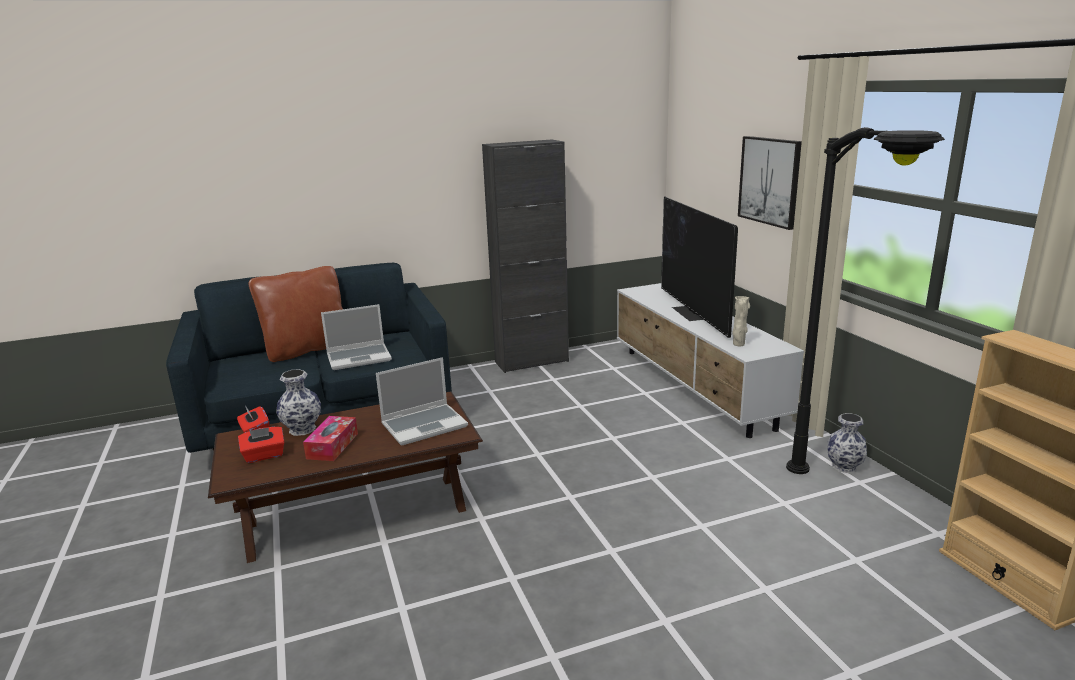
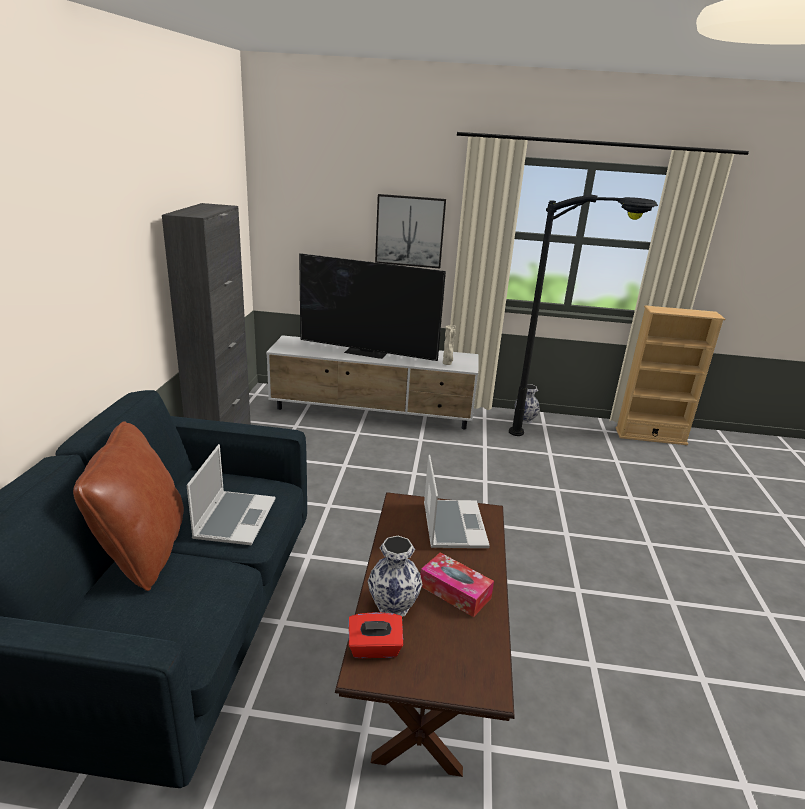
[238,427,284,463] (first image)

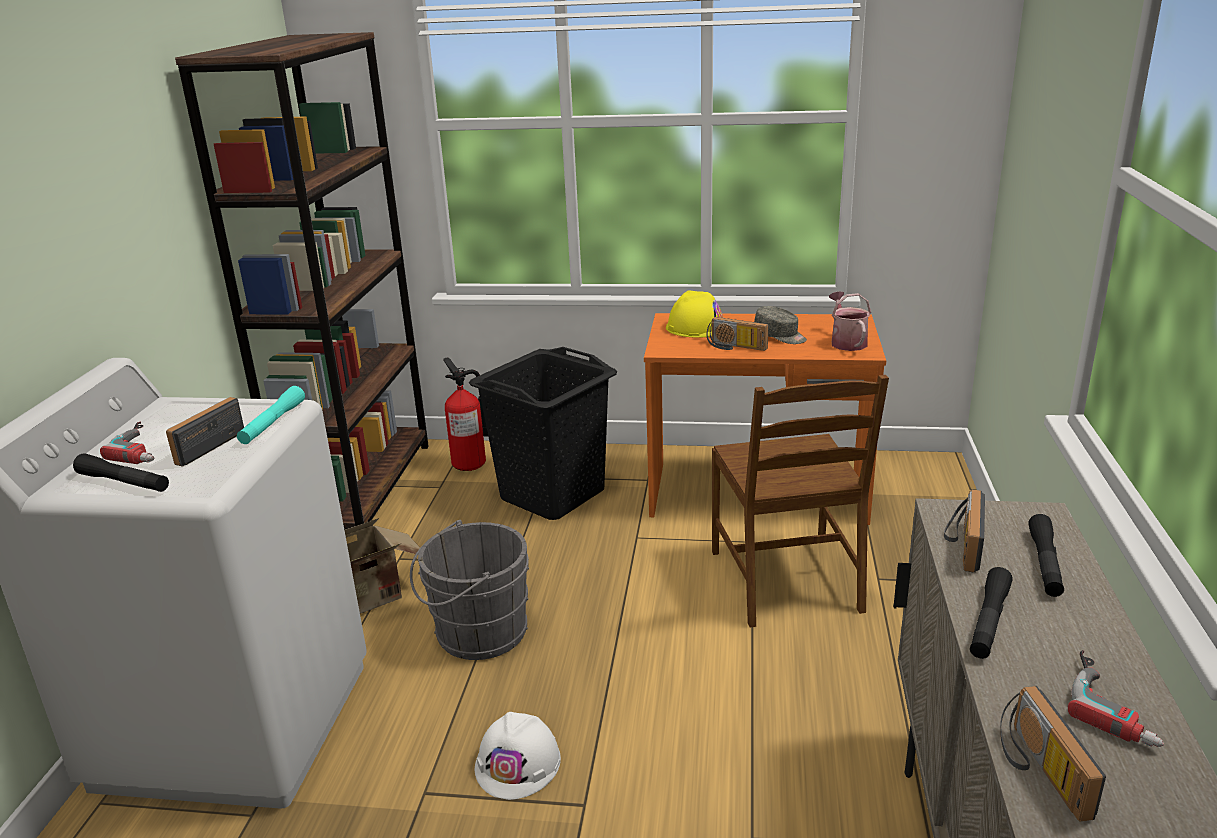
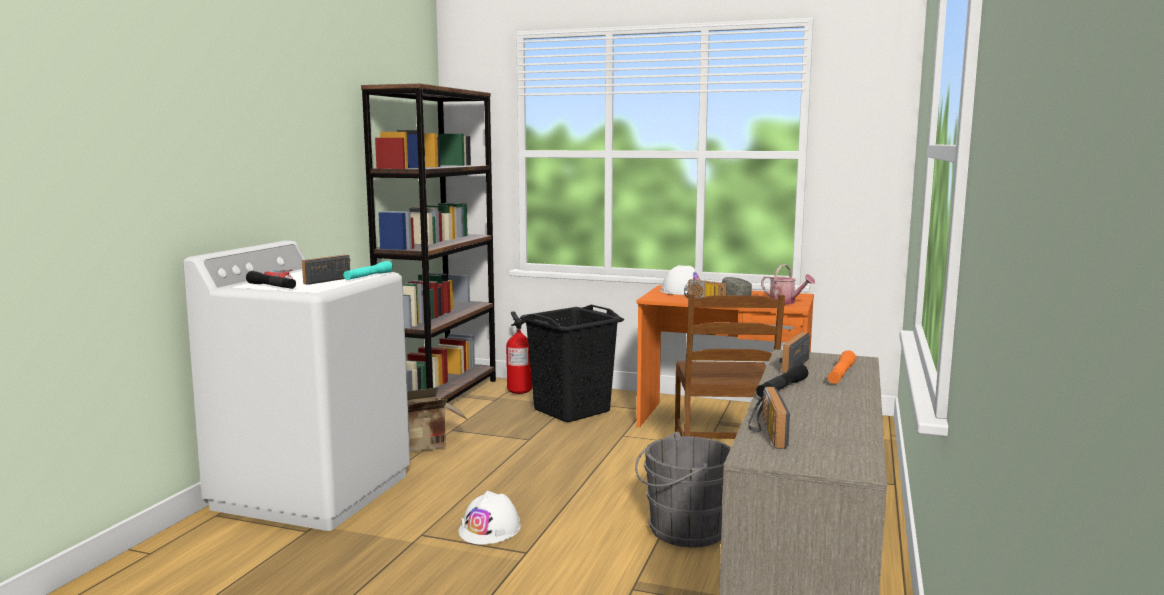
[660,265,700,295]
[761,264,815,304]
[828,350,856,384]
[635,432,731,547]
[1068,650,1164,747] (first image)

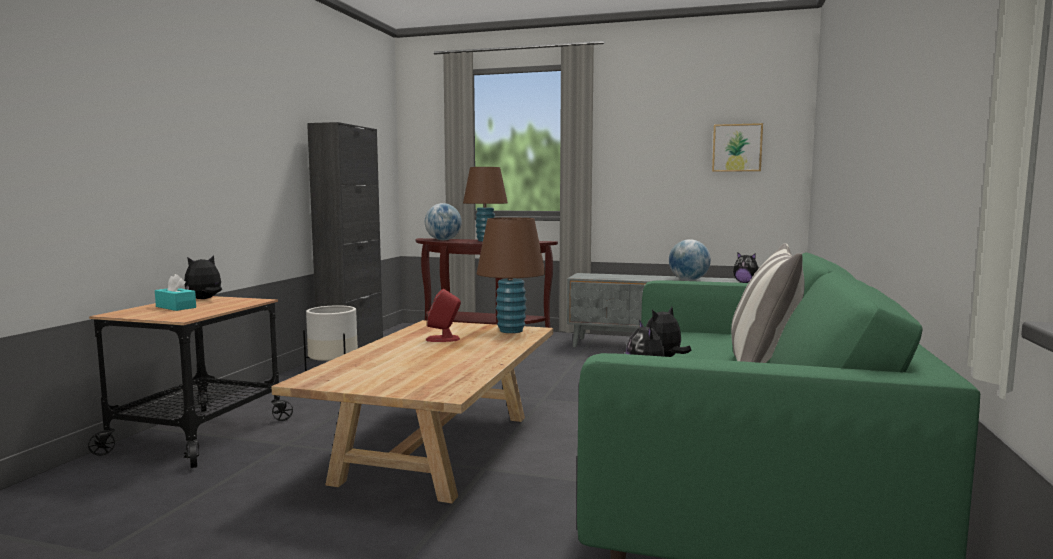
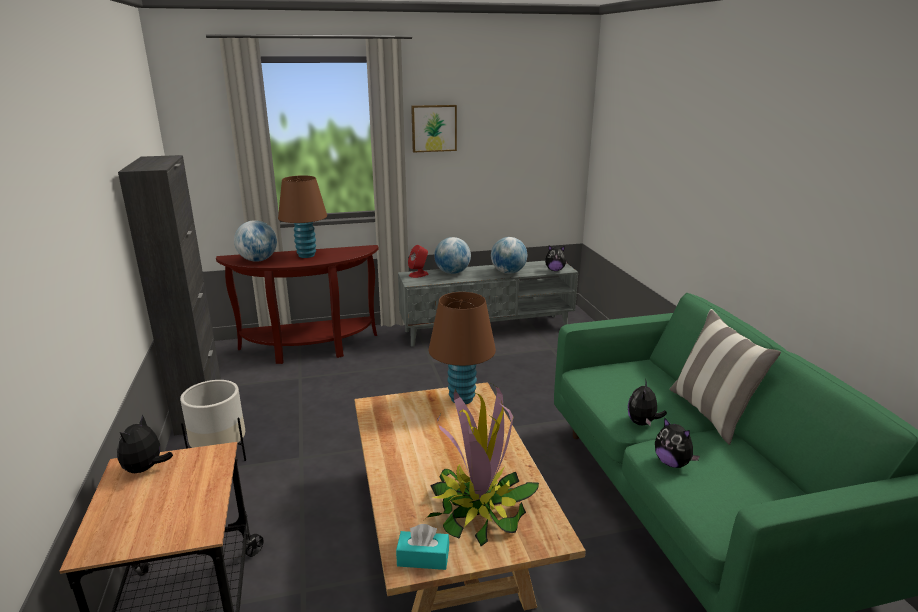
[411,105,457,152]
[396,524,449,570]
[408,245,428,278]
[434,237,471,274]
[424,384,539,546]

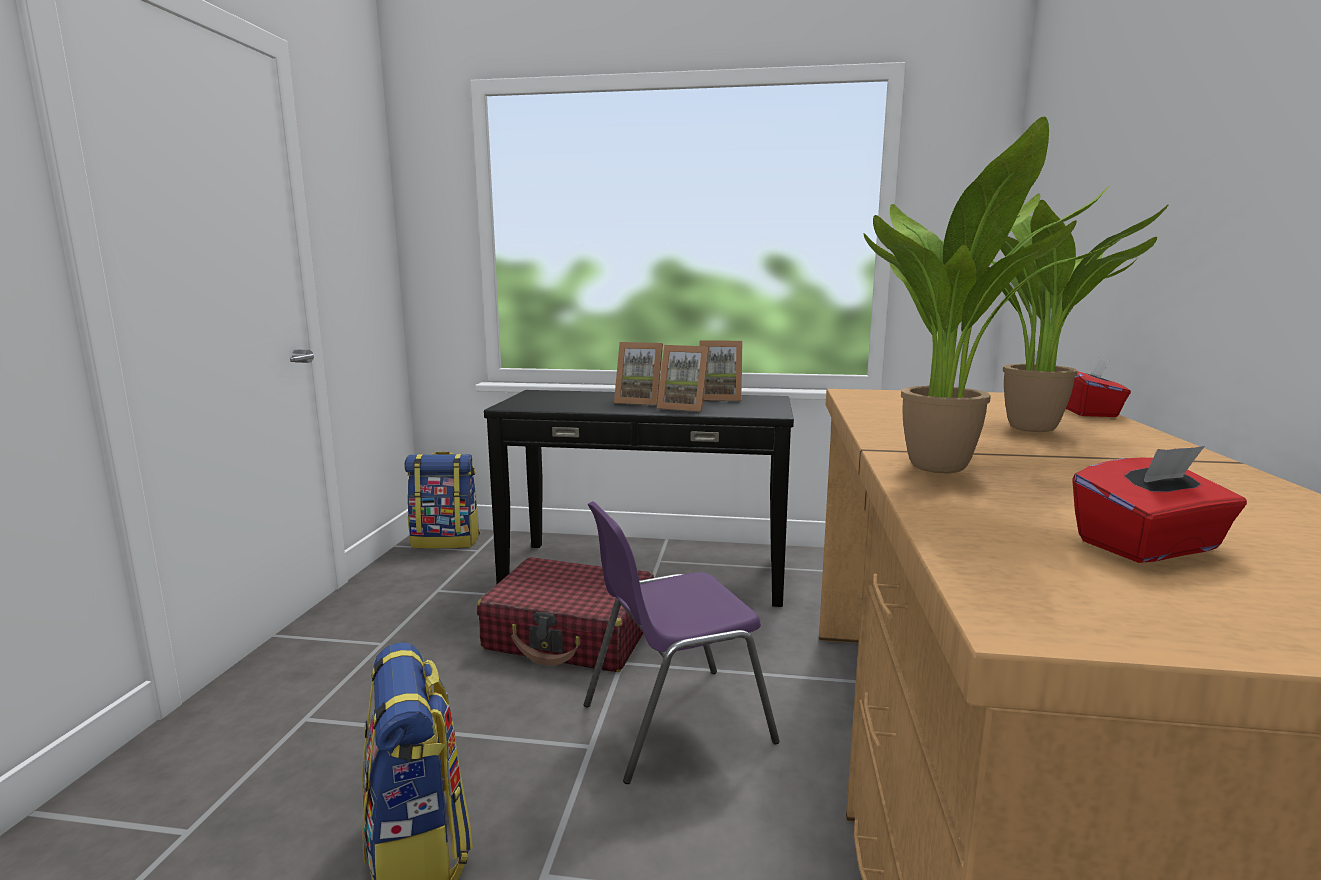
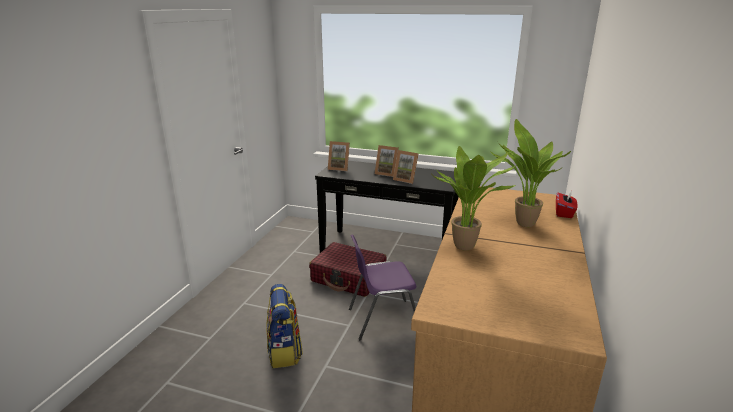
[328,141,350,171]
[1072,446,1247,563] (first image)
[404,452,480,549] (first image)

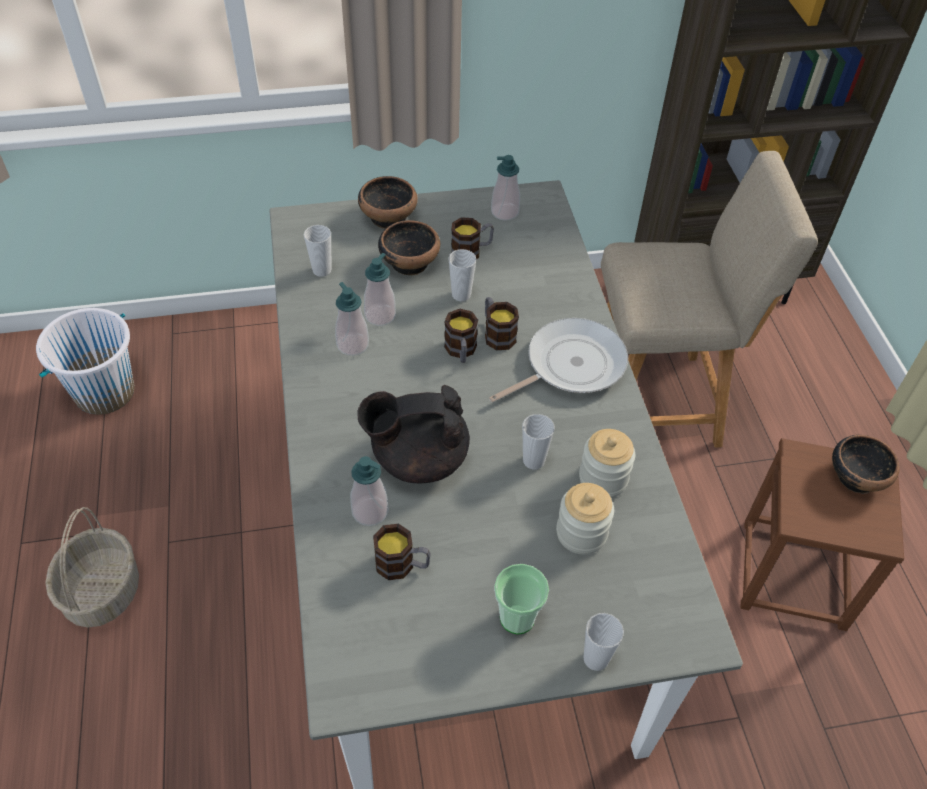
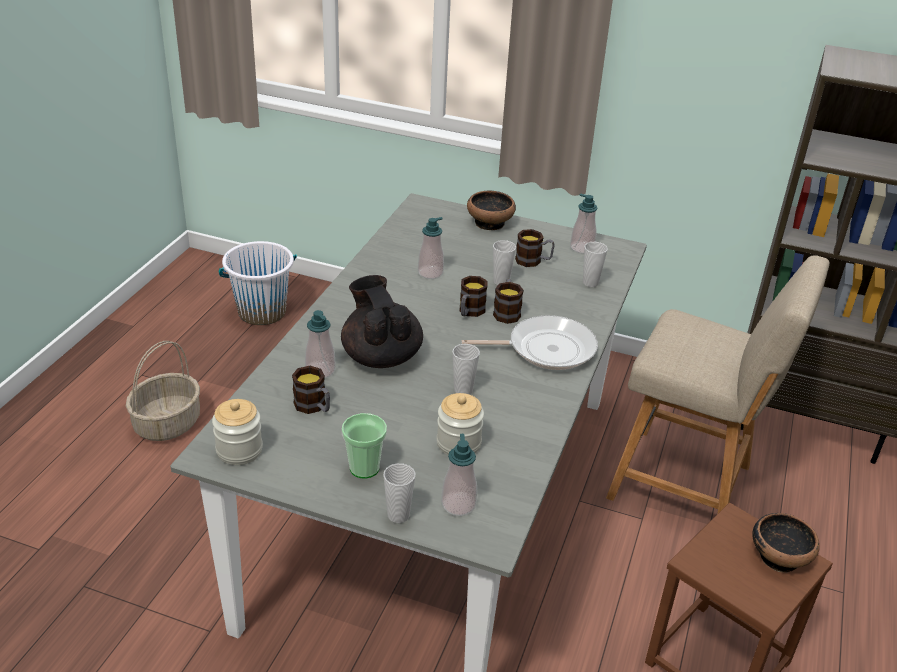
[378,220,440,276] (first image)
[583,242,608,287]
[441,434,477,516]
[341,275,423,368]
[212,399,263,465]

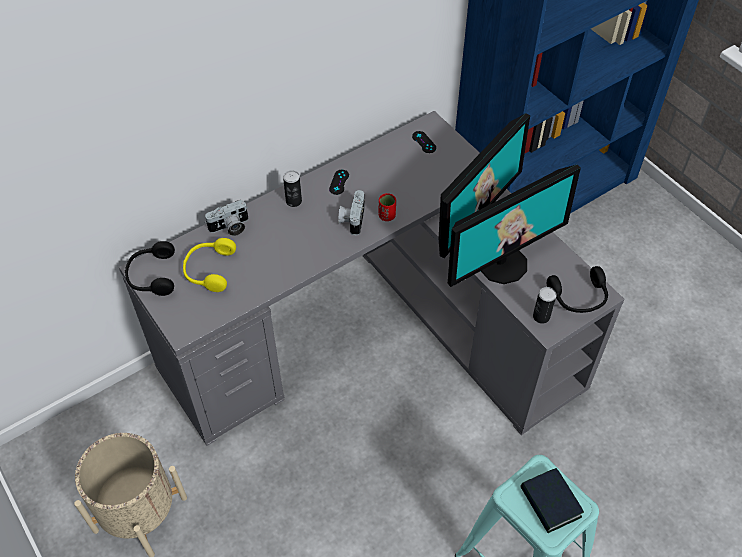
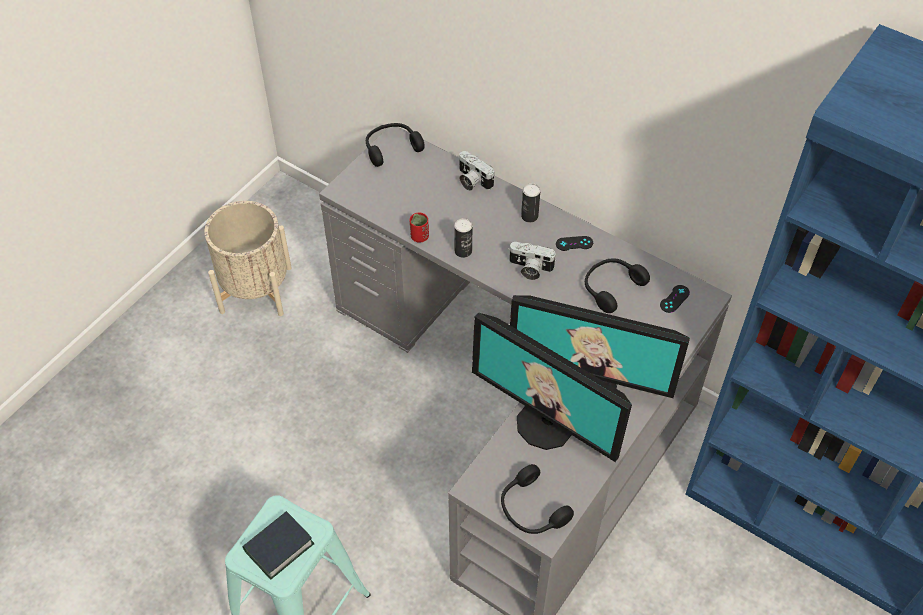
[508,242,556,280]
[410,213,429,243]
[183,238,236,292] (first image)
[454,218,472,258]
[585,258,650,313]

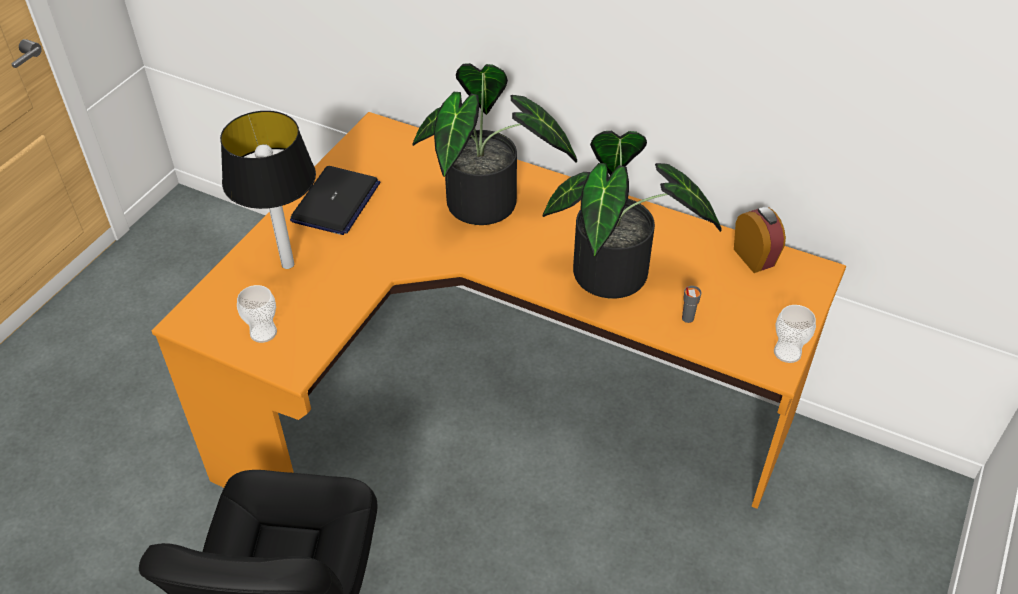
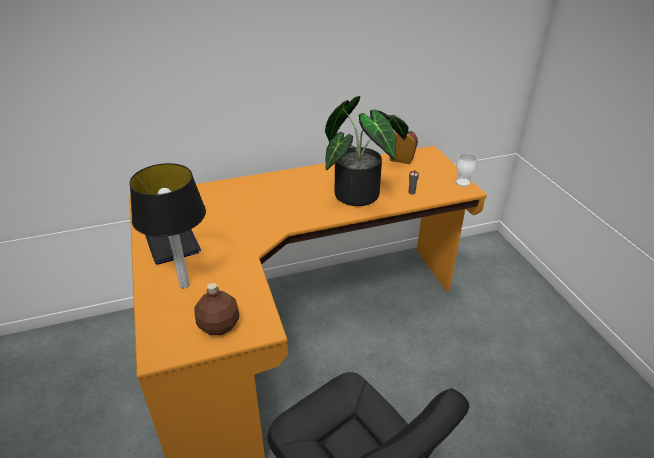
[413,63,577,225] (first image)
[194,283,240,335]

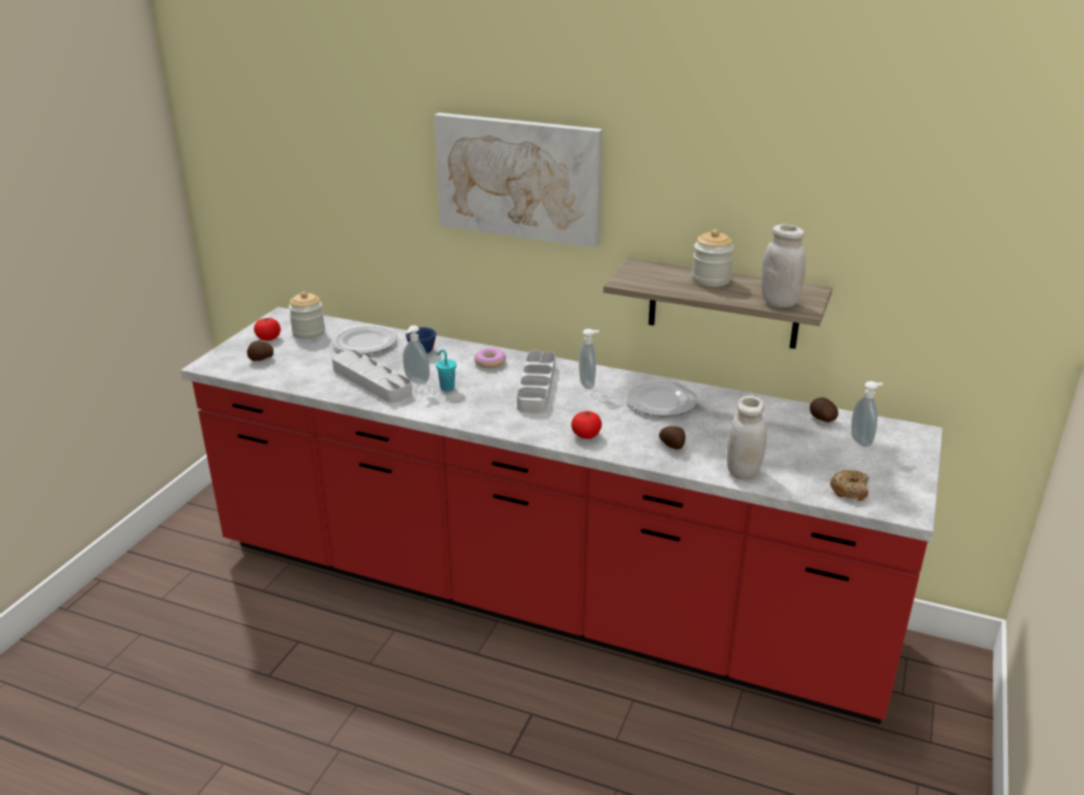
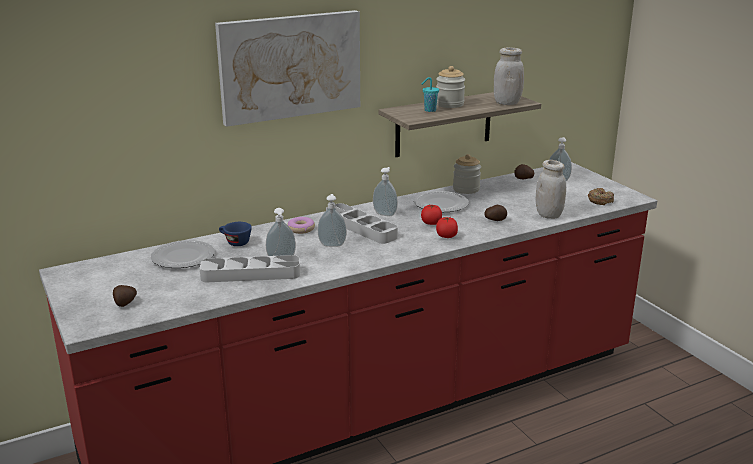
[453,154,481,194]
[421,204,442,225]
[421,77,439,112]
[318,194,347,247]

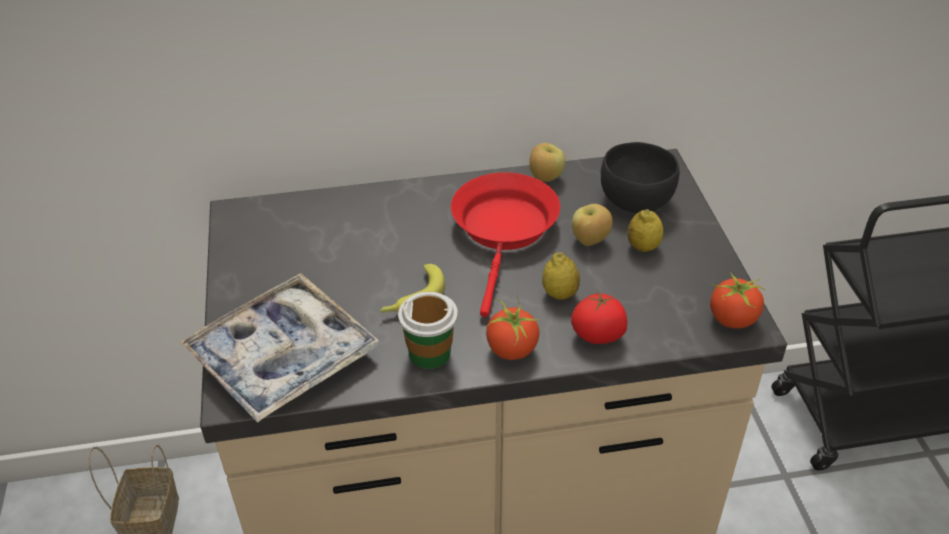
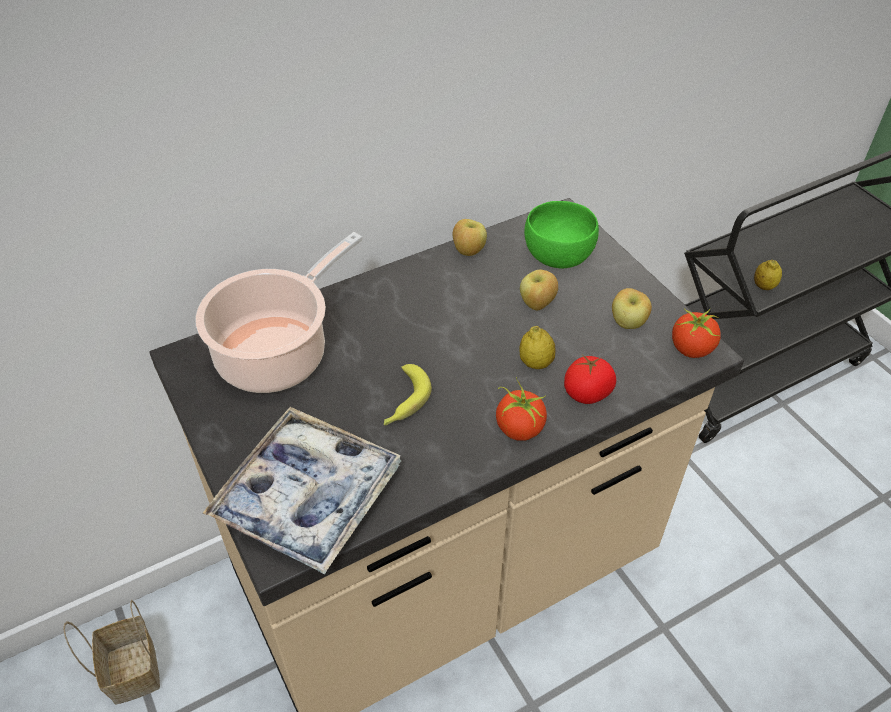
[524,201,599,269]
[451,172,560,317] (first image)
[754,260,782,290]
[398,292,458,369] (first image)
[195,232,363,393]
[612,288,652,329]

